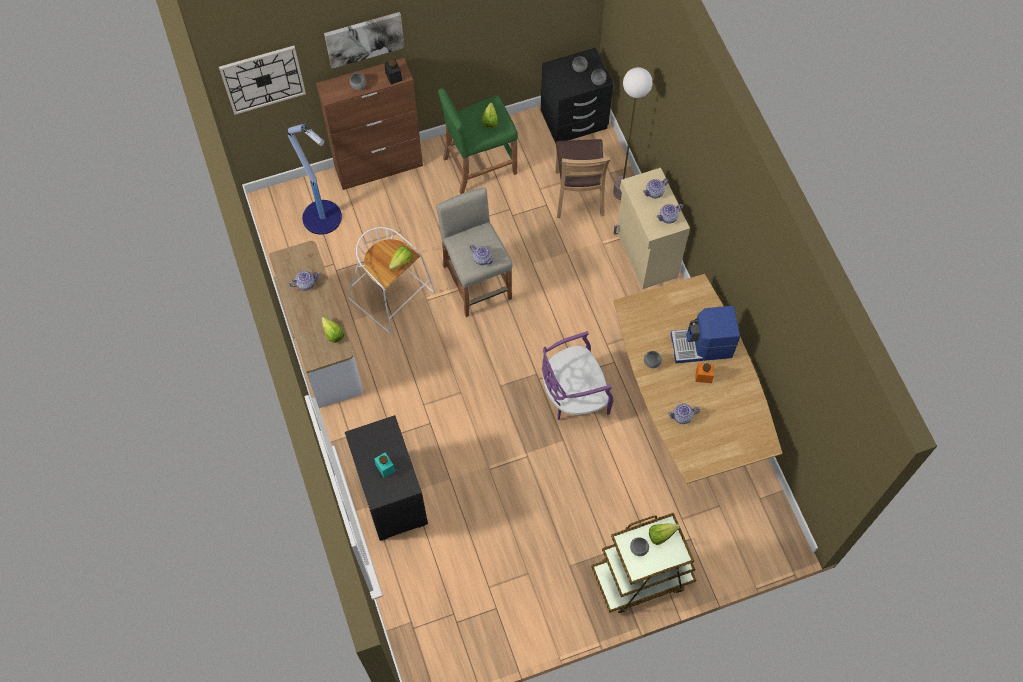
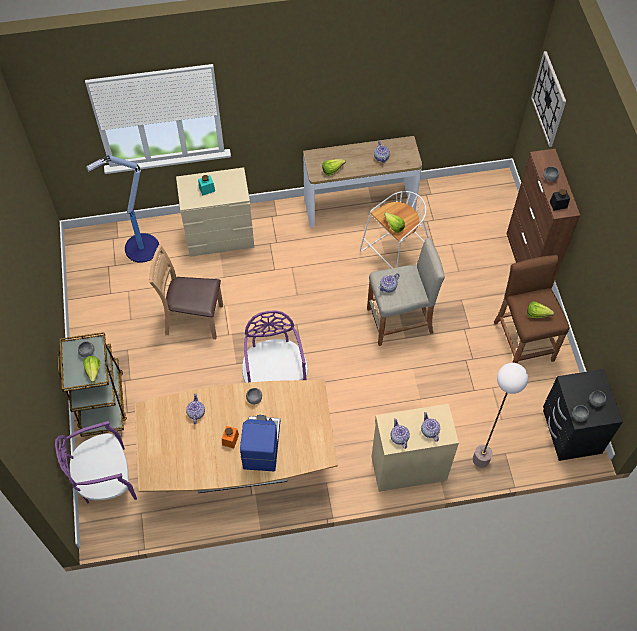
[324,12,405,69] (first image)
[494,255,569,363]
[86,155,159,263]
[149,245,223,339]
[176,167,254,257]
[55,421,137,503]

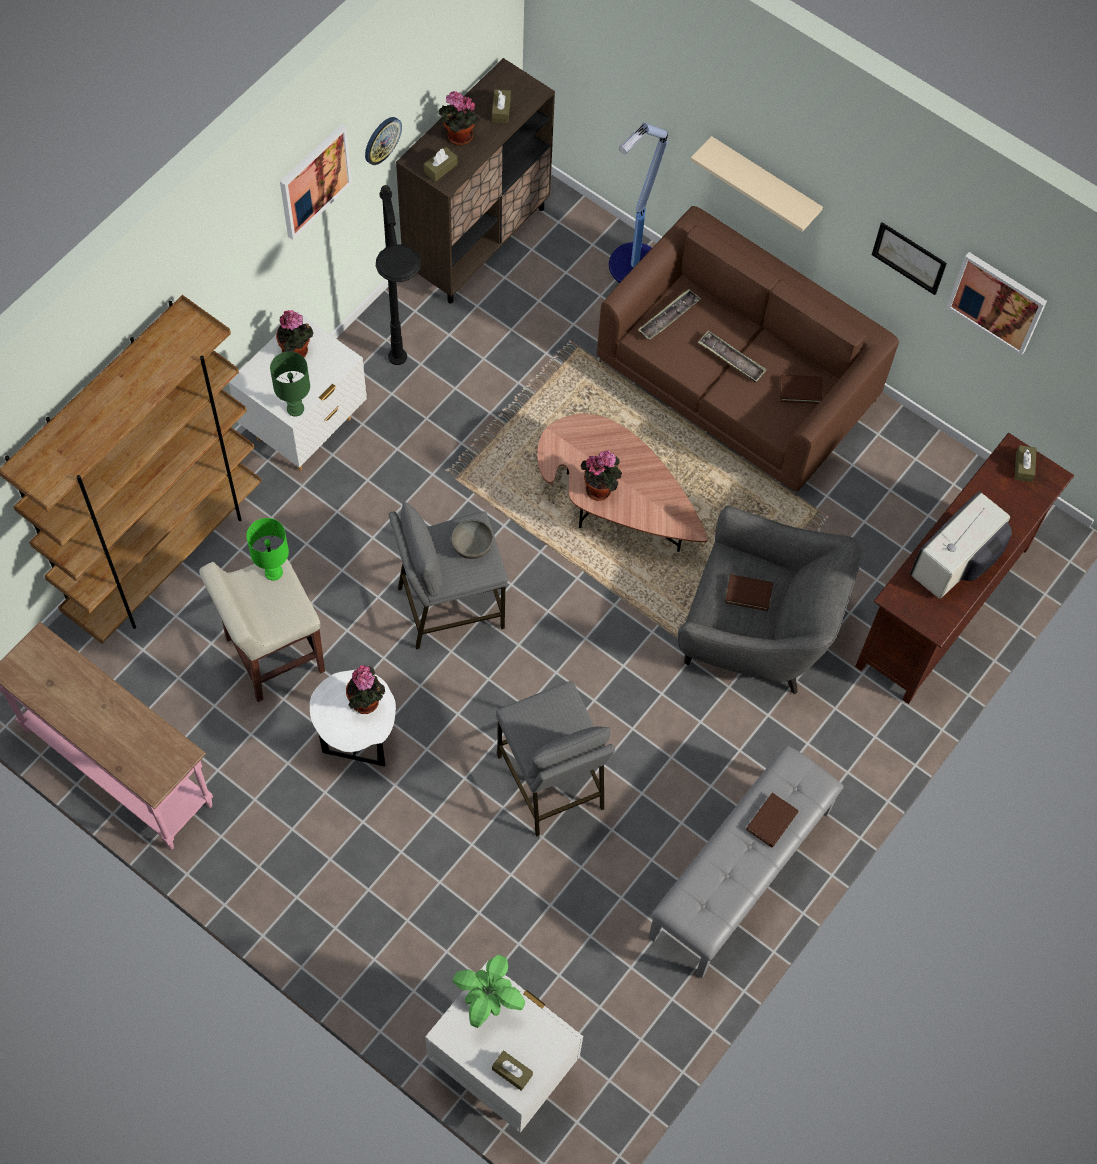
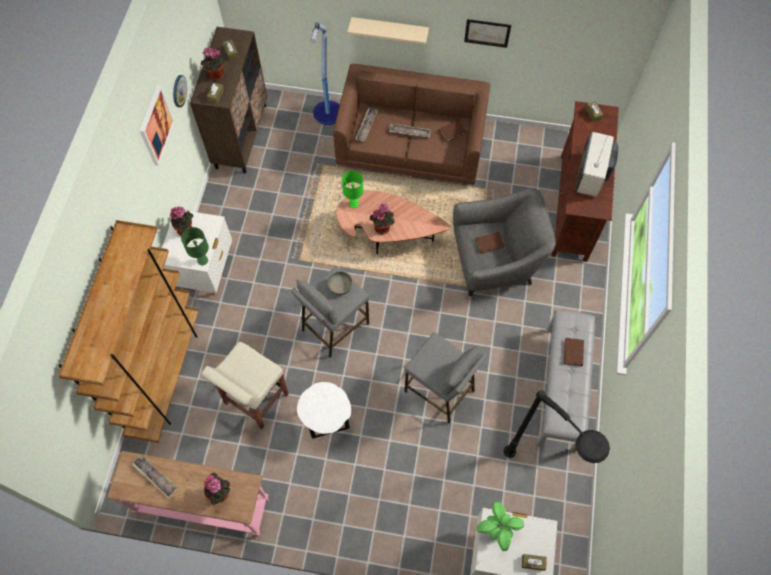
[504,390,610,463]
[947,252,1047,356] (first image)
[342,171,363,208]
[204,473,230,505]
[132,455,178,498]

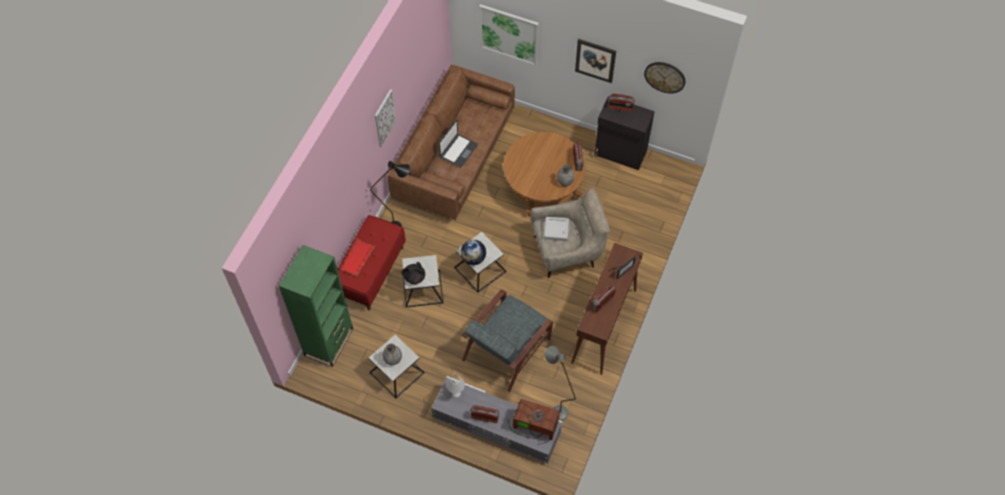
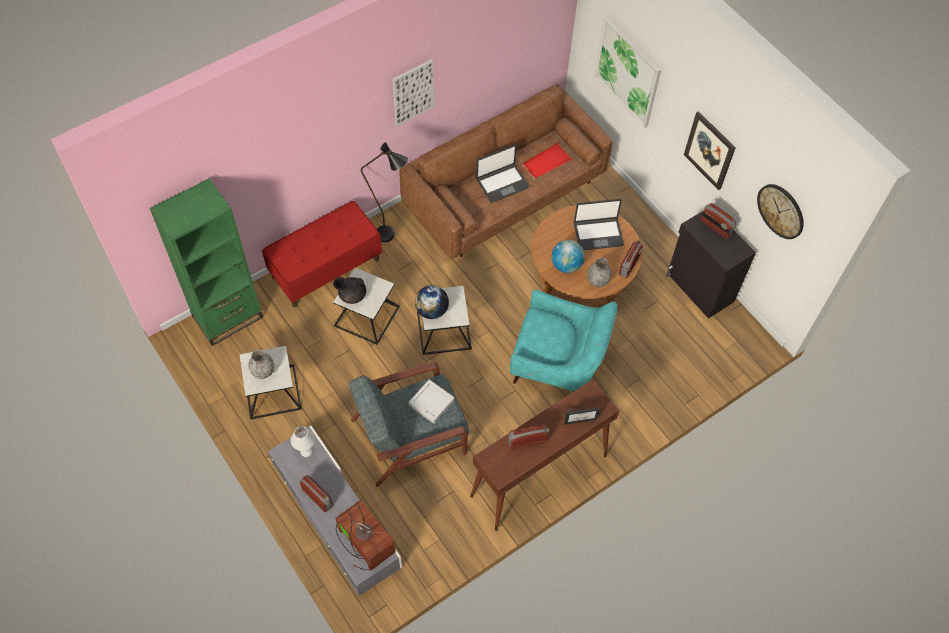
[510,289,617,392]
[409,379,454,424]
[522,142,573,180]
[544,346,576,421] (first image)
[574,199,624,250]
[552,240,585,273]

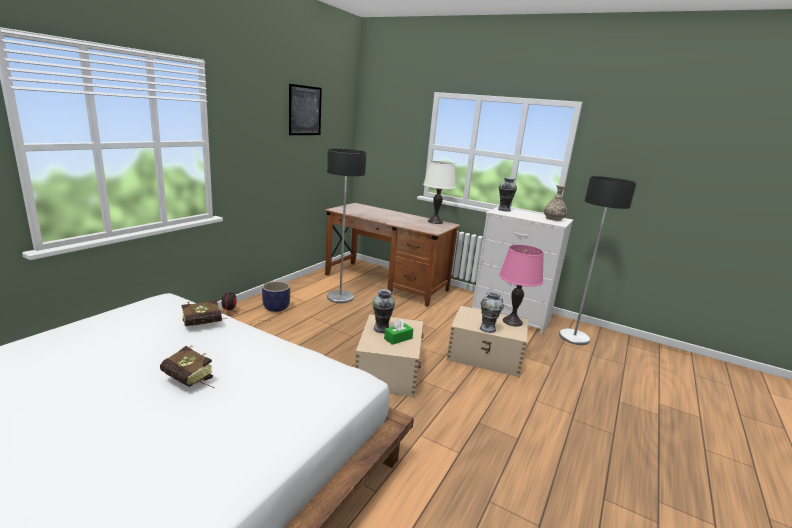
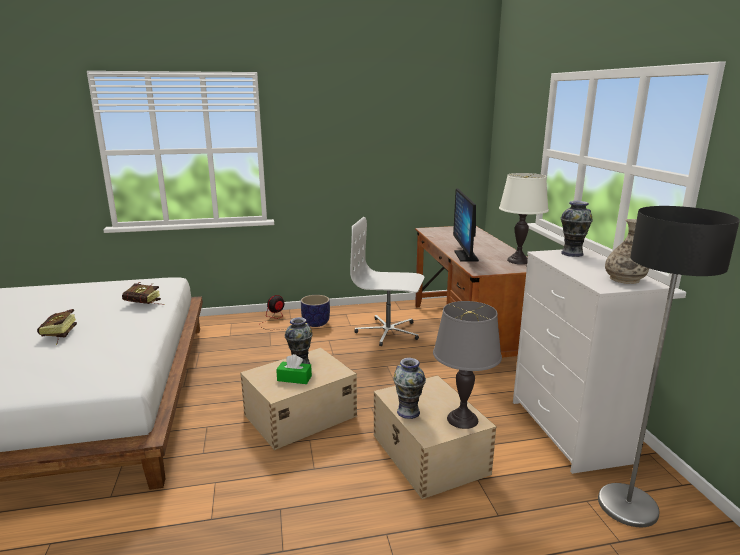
[289,84,322,135] (first image)
[350,217,424,346]
[433,301,502,429]
[453,188,479,262]

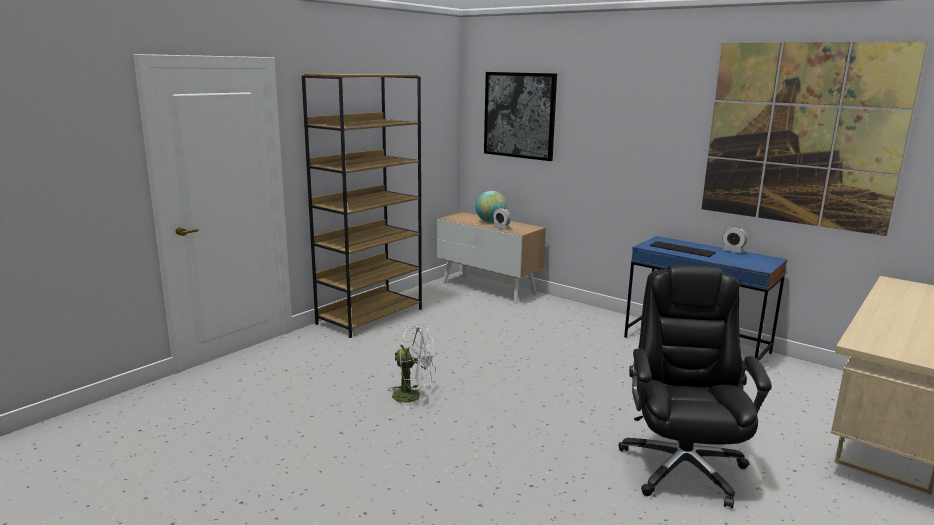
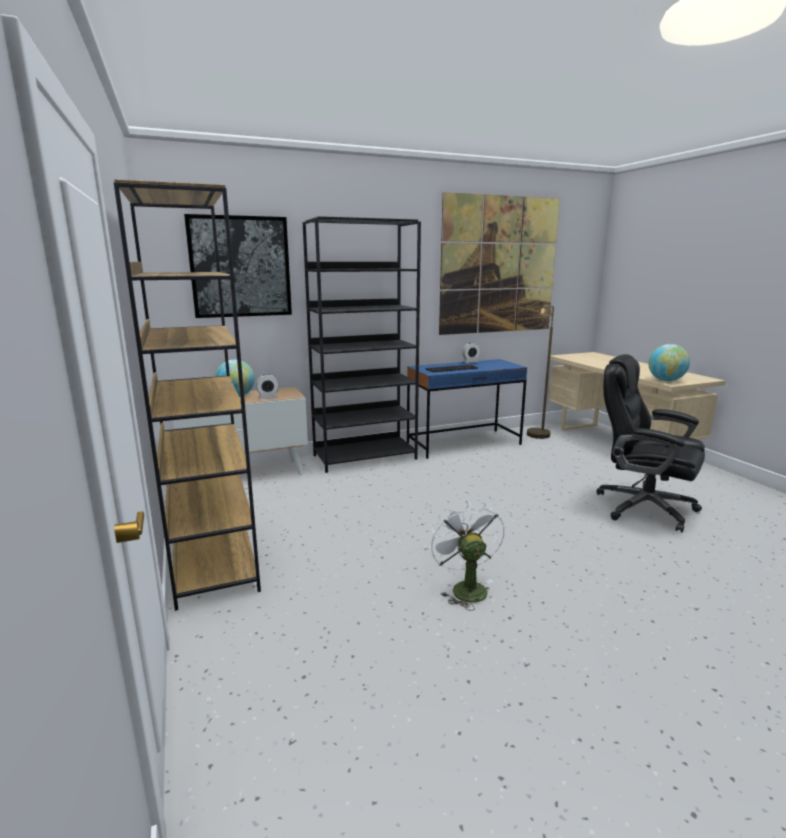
[429,501,505,611]
[303,216,421,473]
[527,306,554,439]
[648,344,690,381]

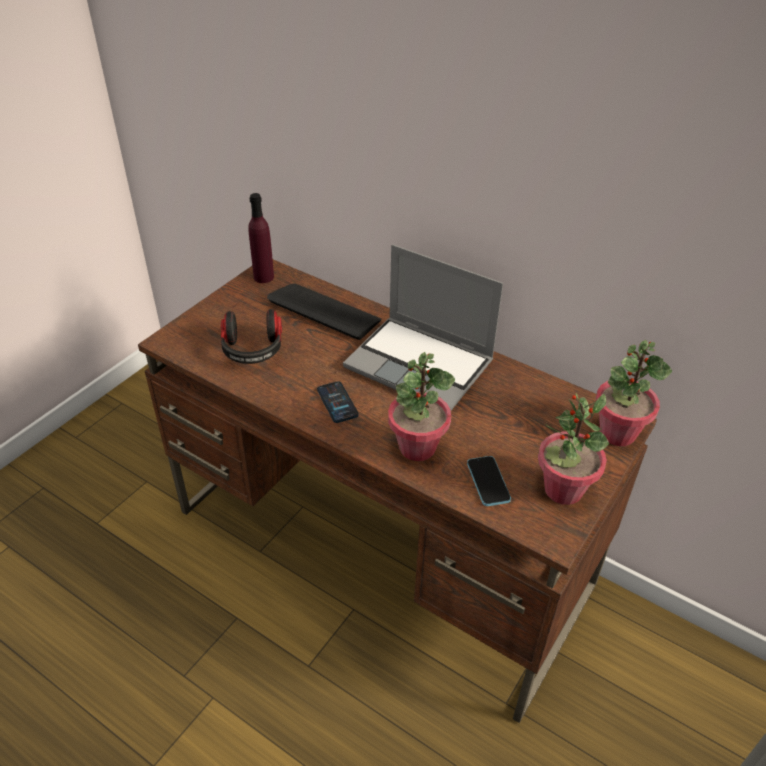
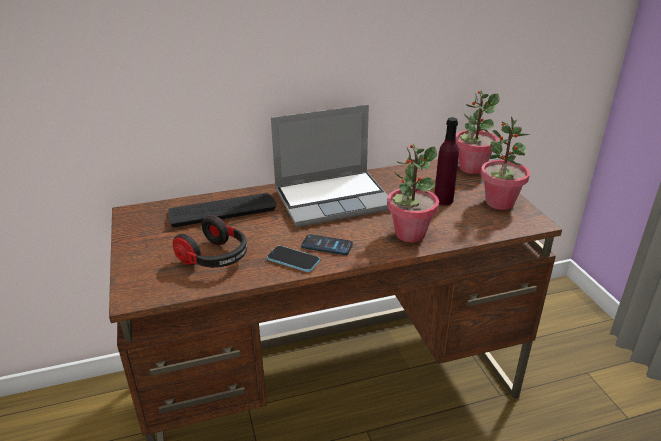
[434,117,459,205]
[267,246,320,272]

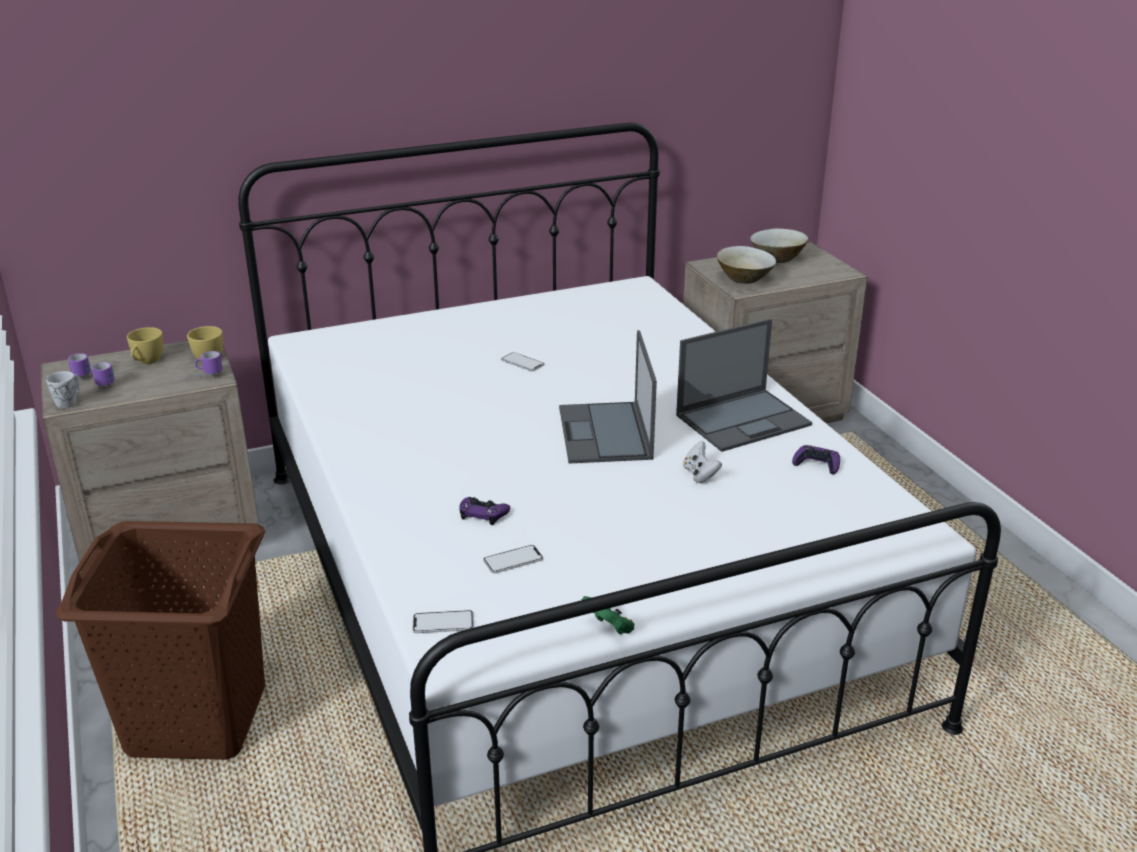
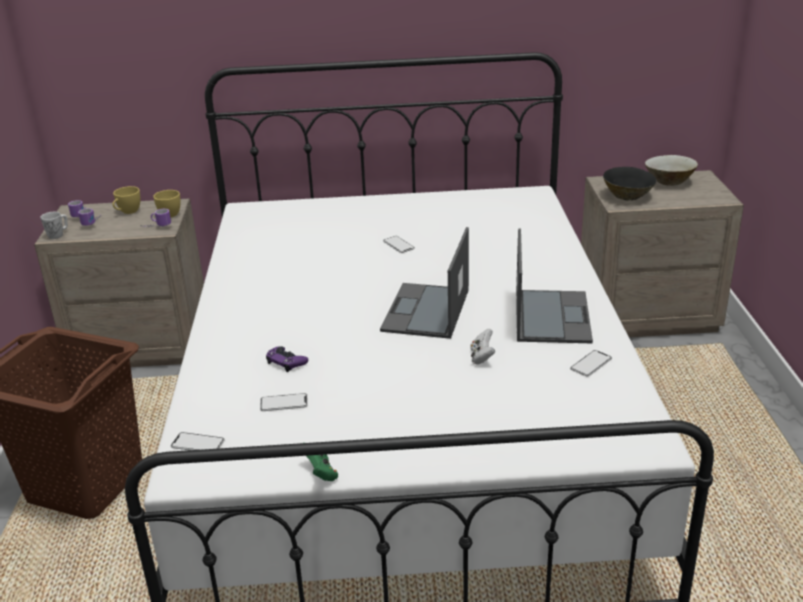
[603,167,657,200]
[516,228,593,343]
[570,350,612,376]

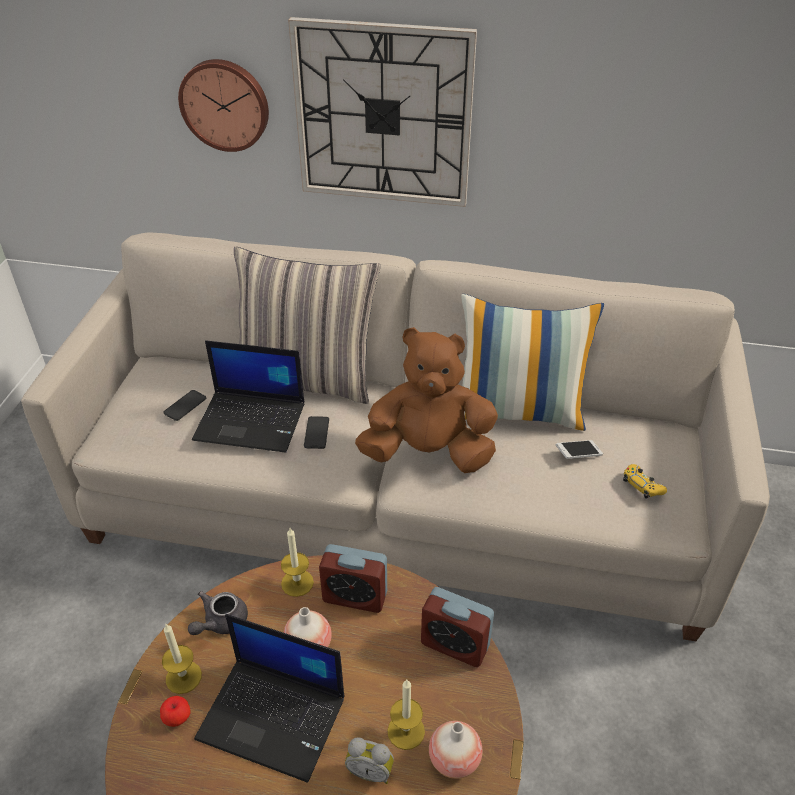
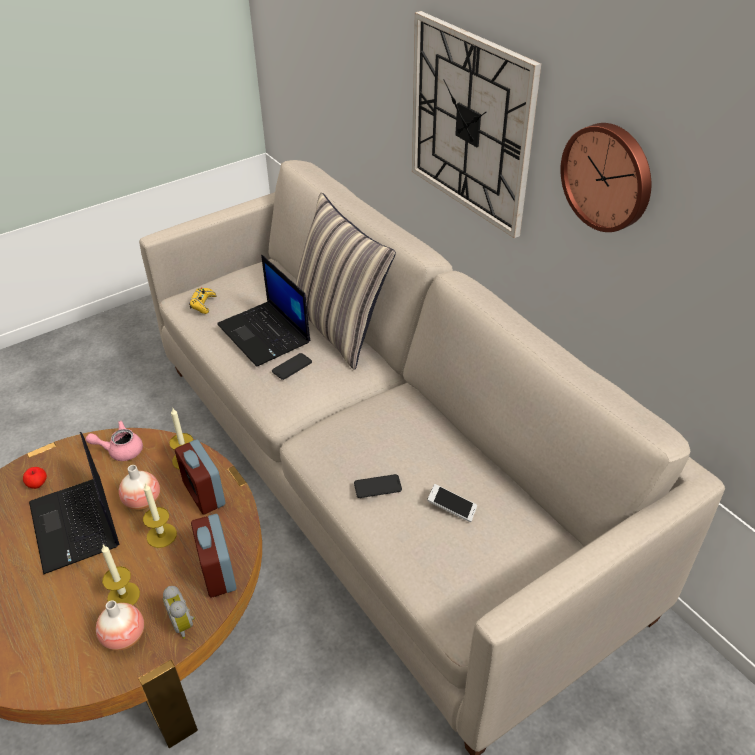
[560,123,651,232]
[461,294,604,431] (first image)
[355,327,498,473] (first image)
[354,474,402,498]
[189,287,217,314]
[86,421,143,461]
[143,483,177,548]
[163,586,195,639]

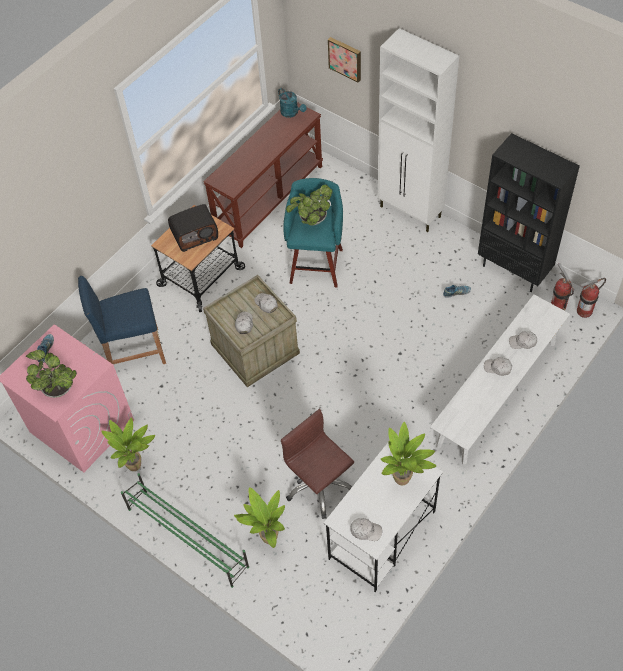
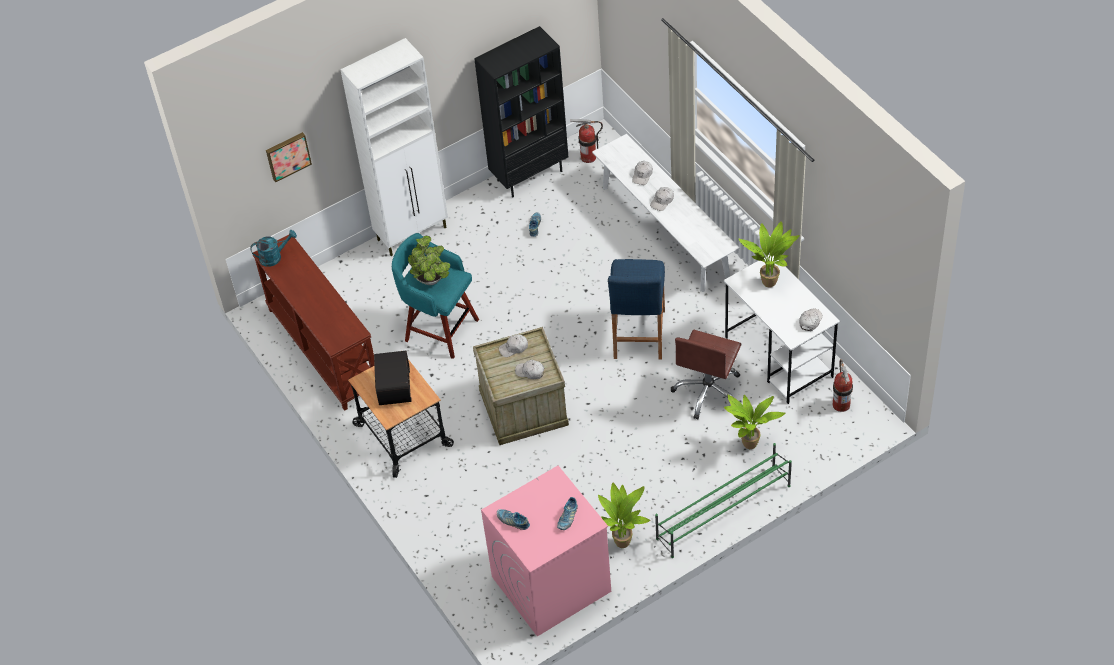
[608,259,665,360]
[833,359,853,412]
[557,497,578,530]
[671,330,741,420]

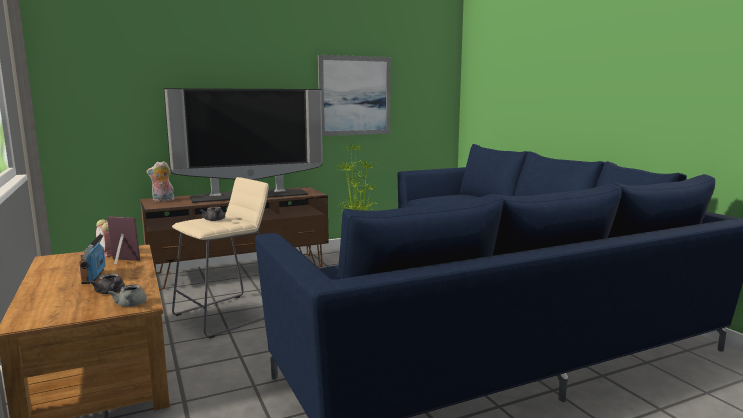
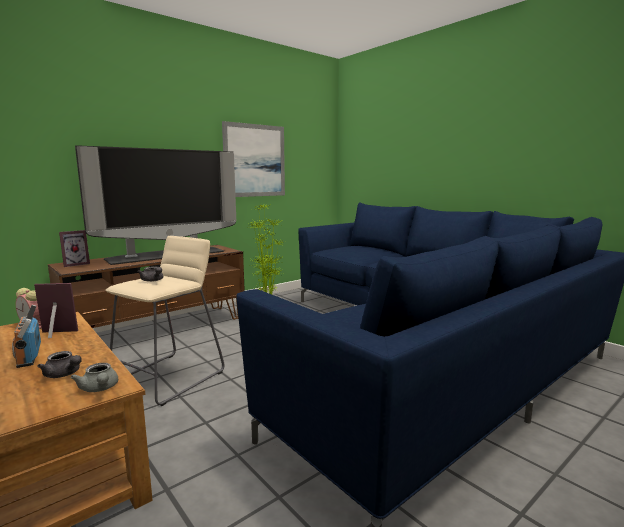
[59,230,90,267]

